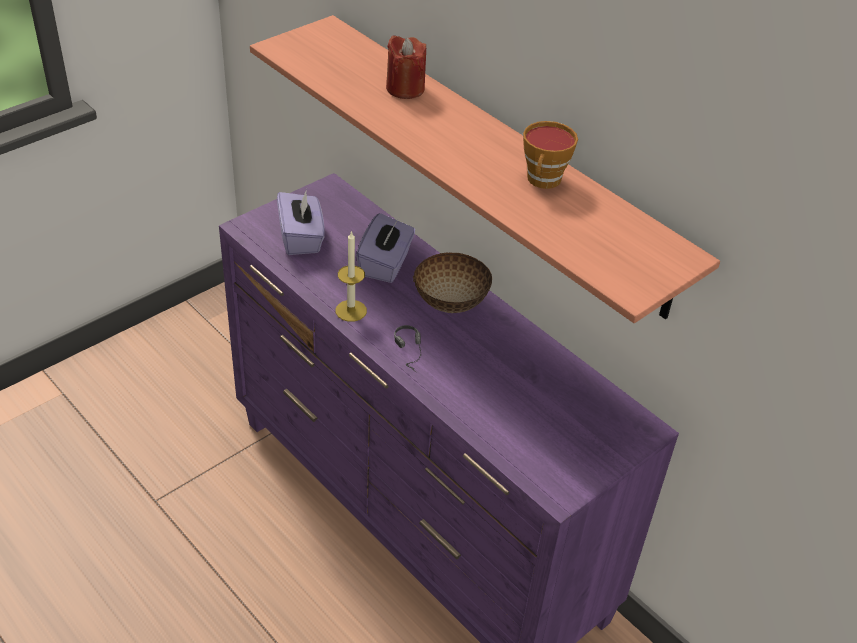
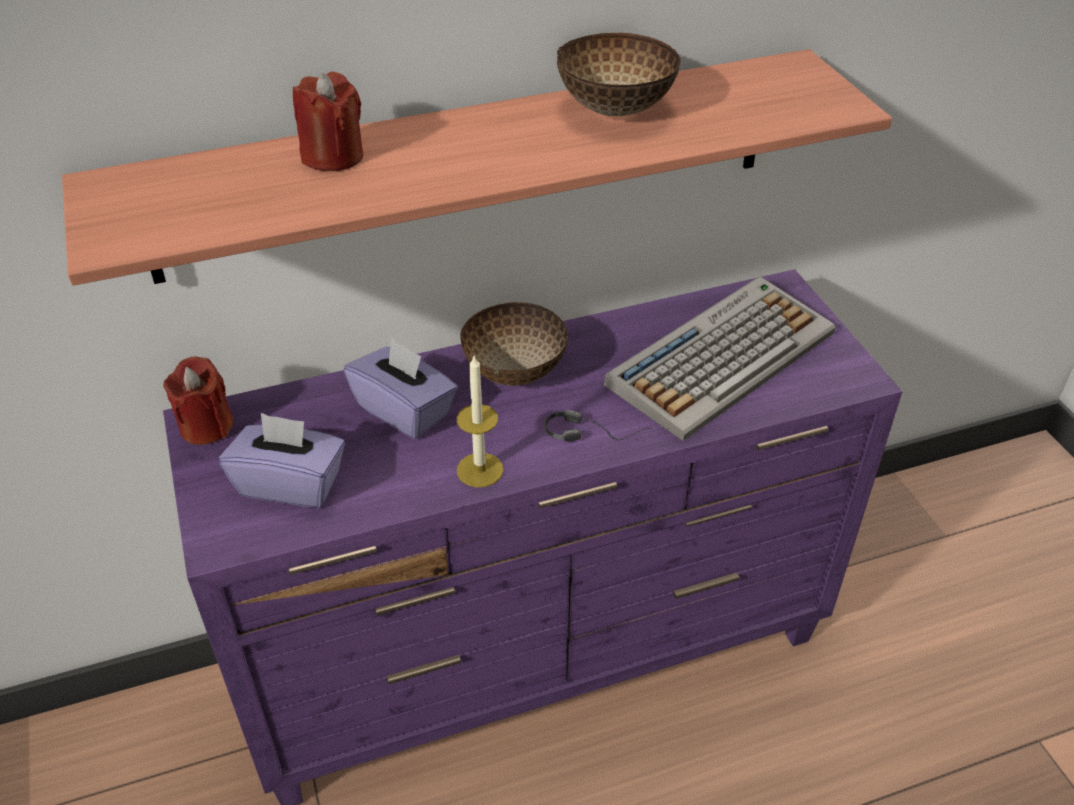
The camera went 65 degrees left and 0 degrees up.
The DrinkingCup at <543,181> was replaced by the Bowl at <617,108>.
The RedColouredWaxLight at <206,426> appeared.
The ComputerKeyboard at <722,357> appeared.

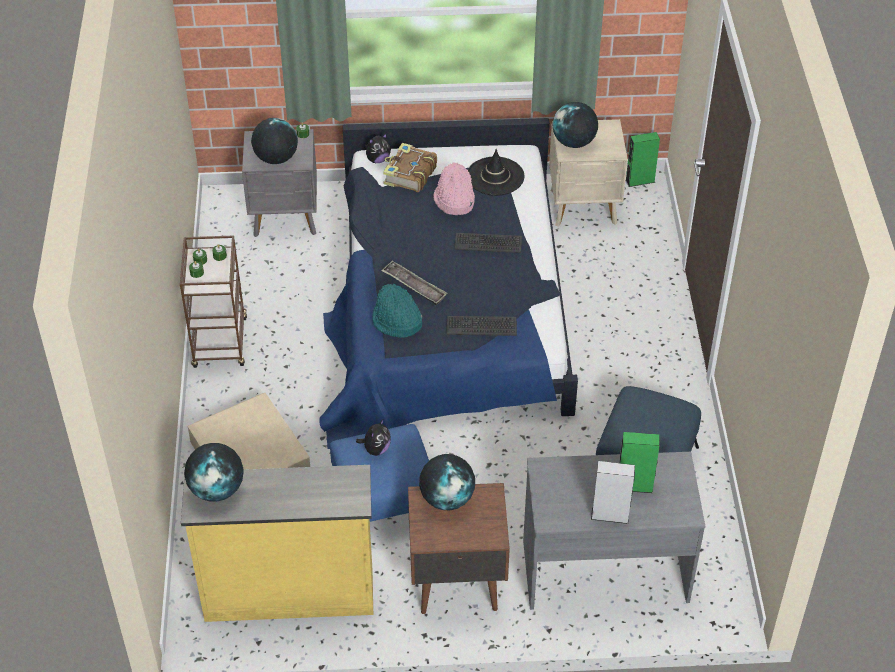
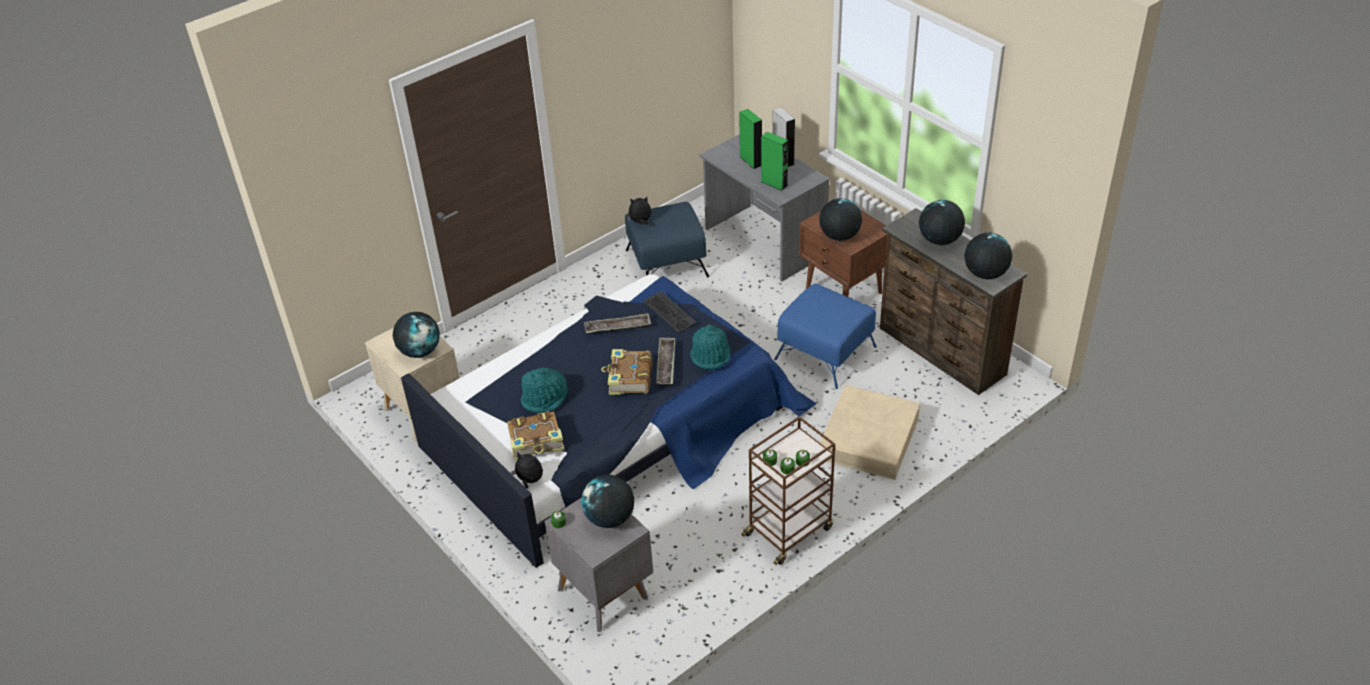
The camera went 125 degrees left and 5 degrees down.
The YellowColouredChestOfDrawers at <288,593> became the BrownColouredChestOfDrawers at <941,352>.
The SoftToy moved from <376,449> to <640,222>.
The PinkColouredHat at <454,200> became the BlueGreenHat at <545,398>.
The ComputerKeyboard at <488,243> disappeared.
The BlackHat at <495,176> disappeared.
The GreenColouredLoudspeaker moved from <640,181> to <774,184>.
The Tray at <618,327> appeared.
The BoundBook at <629,379> appeared.
The DeskGlobe at <939,240> appeared.

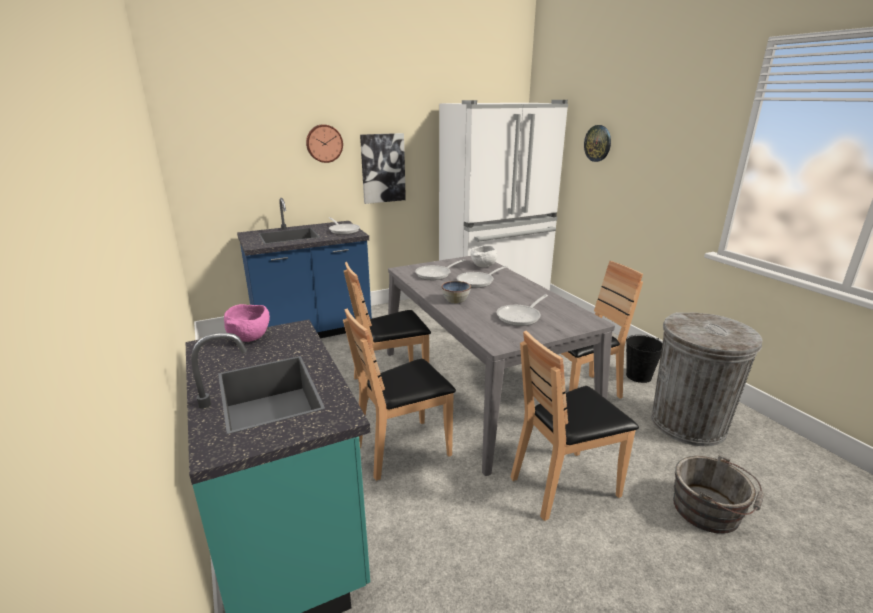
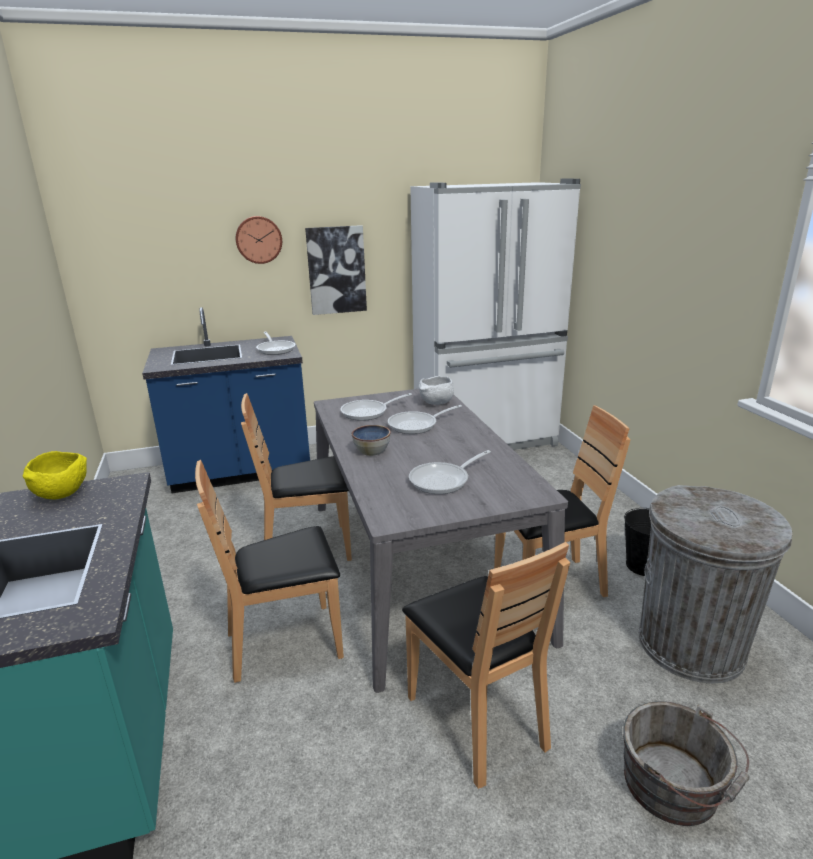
The camera went 10 degrees right and 0 degrees up.
The PinkColouredBowl at <250,338> became the YellowColouredBowl at <62,494>.
The BrownColouredPlainChair at <564,485> turned 105 degrees counterclockwise.
The WallClock at <598,143> disappeared.

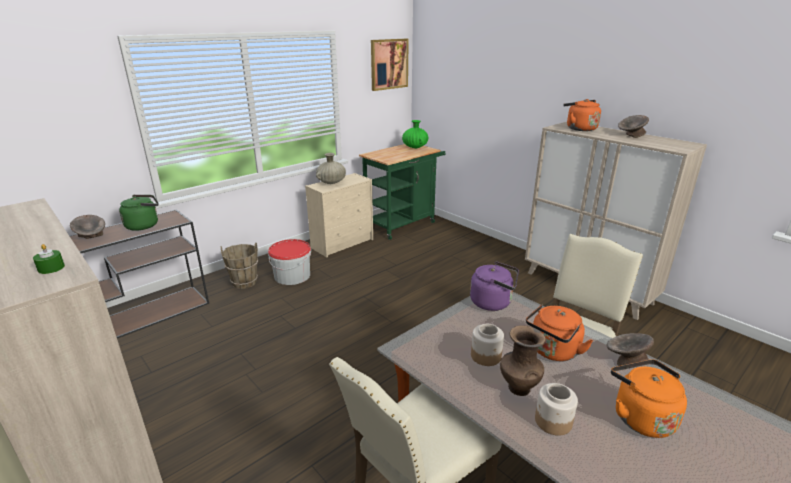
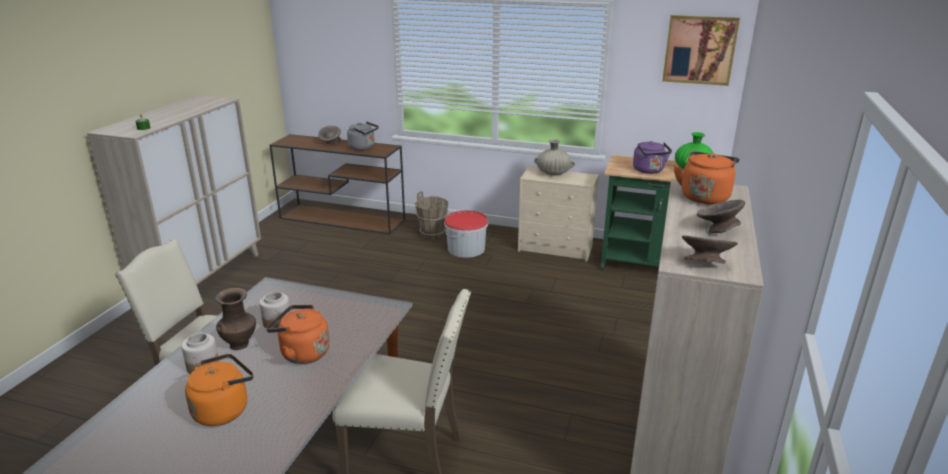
The camera went 60 degrees right and 0 degrees up.
The GreenColouredWaterKettle at <144,225> became the GrayWaterKettle at <363,148>.
The PurpleWaterKettle moved from <493,302> to <649,171>.
The GrayBowl moved from <625,360> to <704,263>.

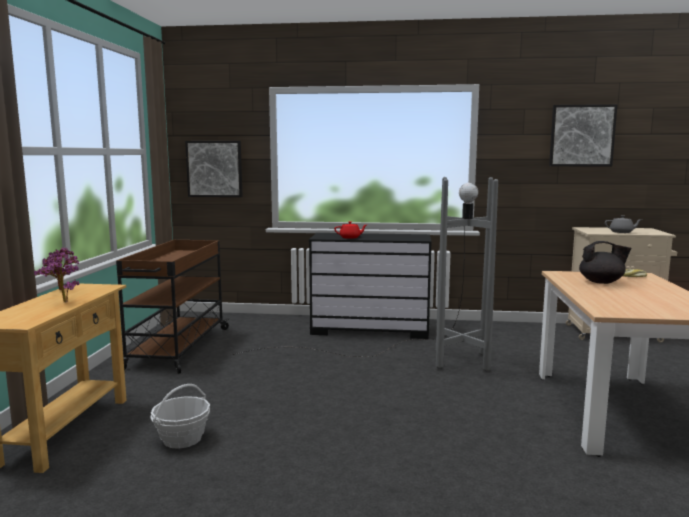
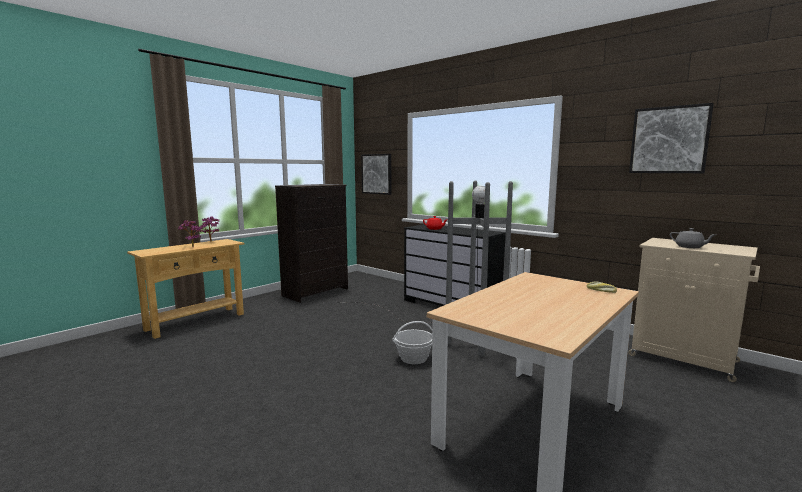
The camera went 35 degrees right and 0 degrees up.
The BrownColouredWheeledCart at <177,348> was replaced by the BlackChestOfDrawers at <316,292>.
The Basket moved from <182,439> to <413,358>.
The BlackTeapot at <602,282> disappeared.

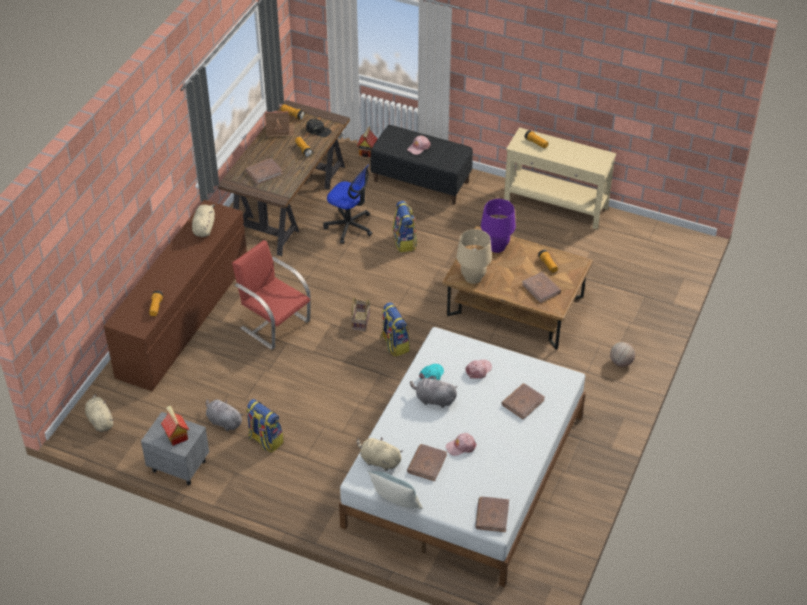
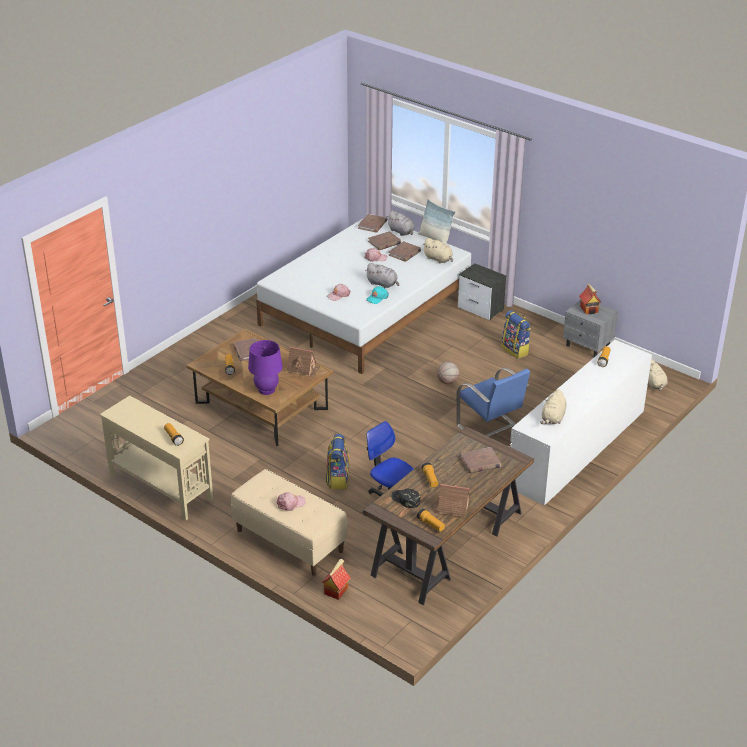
The camera went 165 degrees left and 10 degrees down.
The BrownColouredChestOfDrawers at <183,318> became the WhiteColouredChestOfDrawers at <578,448>.
The GraySoftToy moved from <223,421> to <401,232>.
The RedColouredPlainChair at <274,323> became the BluePlainChair at <490,429>.
The Basket at <360,320> disappeared.
The BlackLongSeat at <421,181> became the BeigeColouredLongSeat at <289,541>.
The Knapsack at <394,344> disappeared.
The BeigeColouredTabletopLamp at <473,277> was replaced by the ToyHouse at <303,369>.
The BrownColouredBoundBook moved from <522,402> to <384,242>.
The BallForBasketball moved from <621,362> to <447,382>.
The BedsideTable at <481,309> appeared.

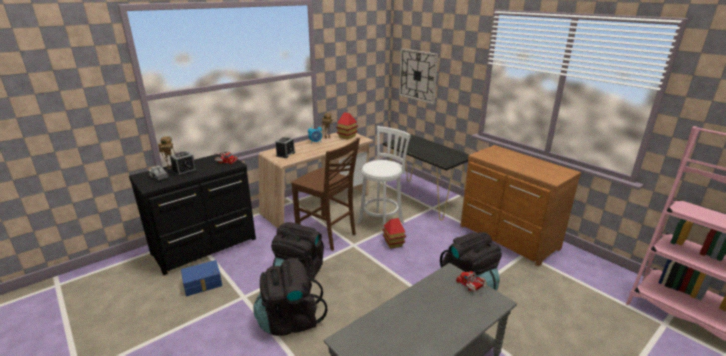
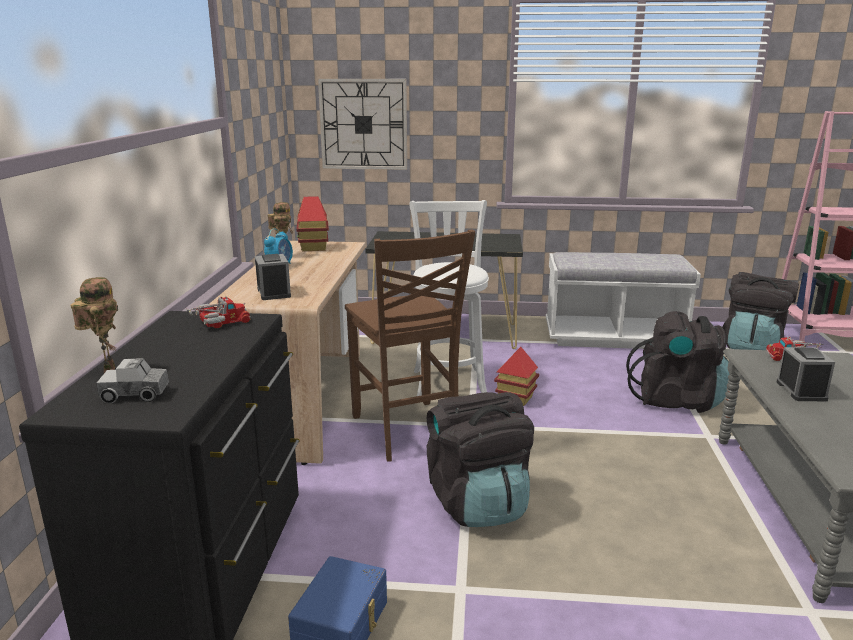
The camera went 45 degrees left and 5 degrees down.
The BedsideClock moved from <184,171> to <801,391>.
The BlackKnapsack moved from <290,321> to <752,347>.
The BrownColouredPlainChair at <327,234> turned 75 degrees clockwise.
The BrownColouredChestOfDrawers at <507,238> was replaced by the WhiteColouredLongSeat at <613,337>.

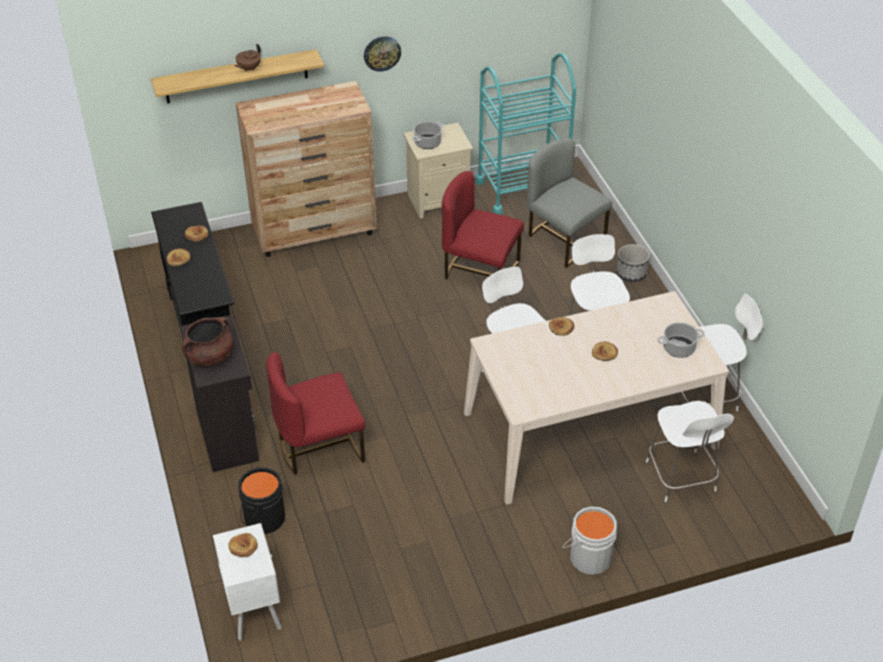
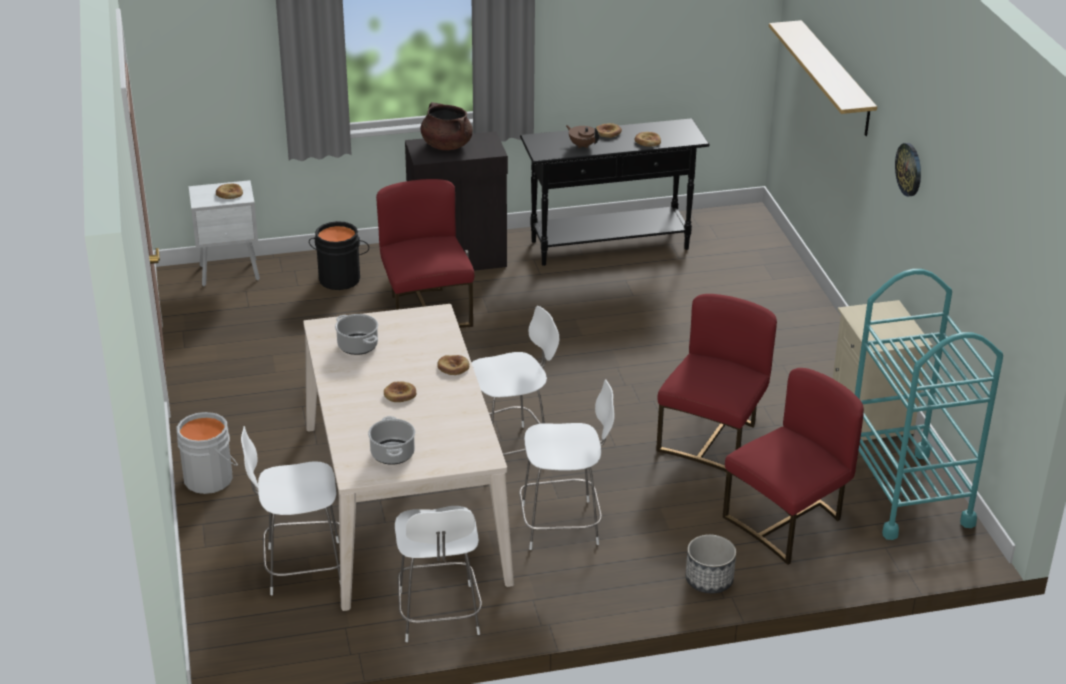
The camera went 95 degrees right and 10 degrees down.
The BrownColouredTeapot moved from <248,68> to <582,145>.
The BrownColouredChestOfDrawers at <315,231> disappeared.
The Stockpot moved from <427,143> to <357,345>.
The GrayPlainChair at <564,240> became the RedColouredPlainChair at <787,522>.

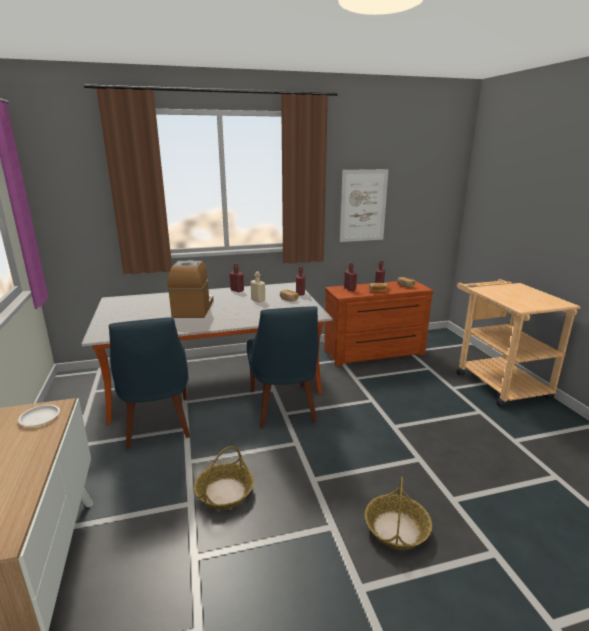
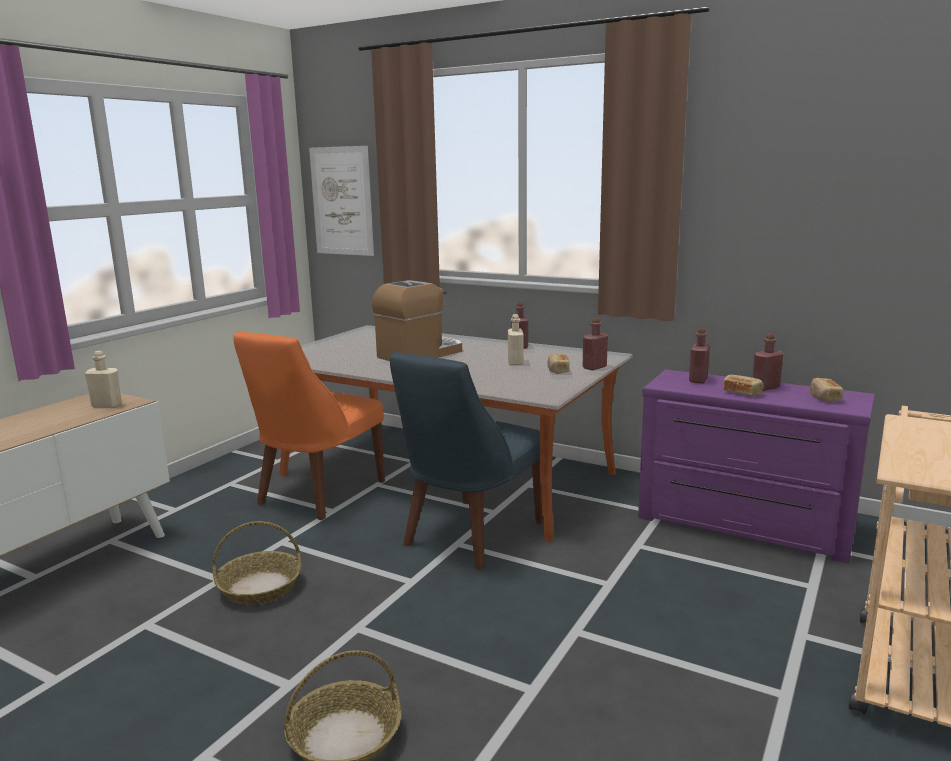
The camera went 45 degrees right and 5 degrees down.
The WhiteColouredPlate at <40,418> was replaced by the BeigeColouredBottle at <106,405>.
The BluePlainChair at <157,424> became the OrangePlainChair at <317,494>.
The BrownColouredChestOfDrawers at <375,353> became the PurpleChestOfDrawers at <743,525>.
The WallArt moved from <363,206> to <342,201>.

